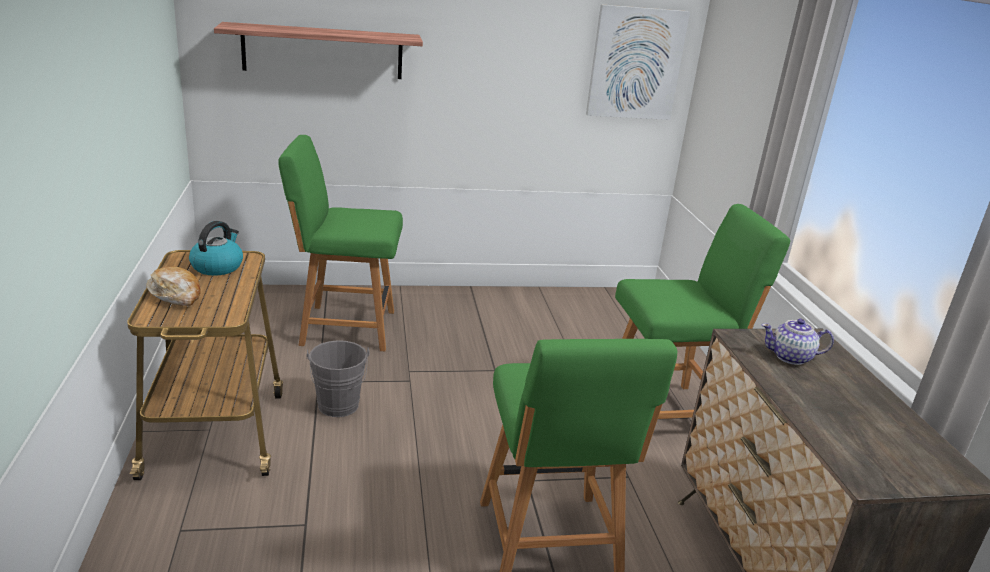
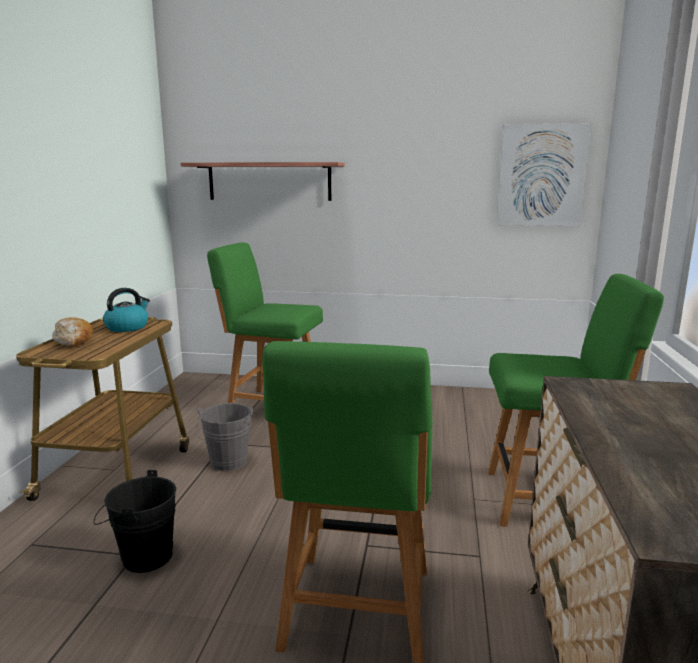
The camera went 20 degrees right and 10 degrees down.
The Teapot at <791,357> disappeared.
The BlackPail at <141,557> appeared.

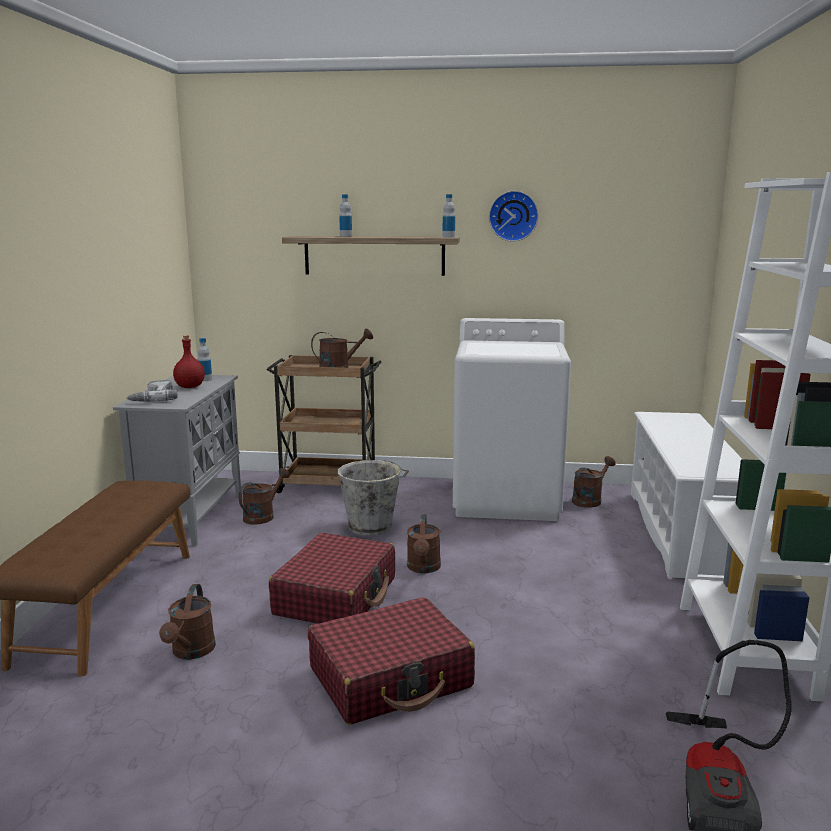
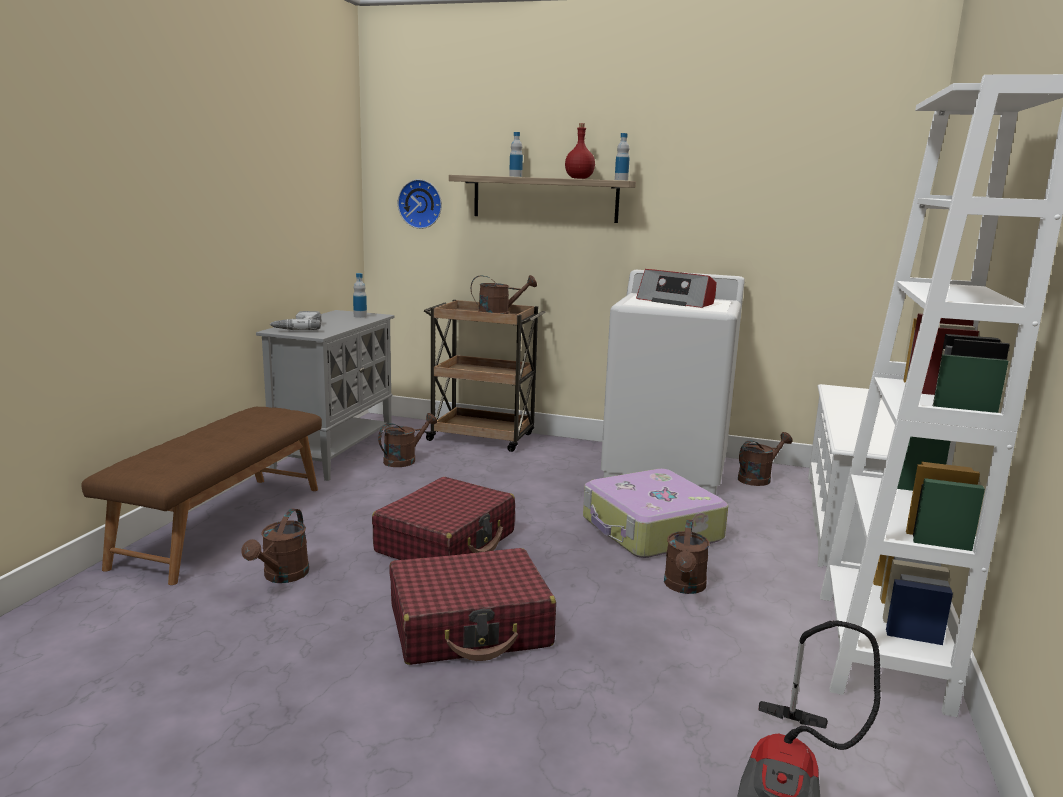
The camera went 10 degrees right and 0 degrees up.
The RedColouredBottle moved from <189,387> to <578,178>.
The GrayPail at <372,527> disappeared.
The BrownColouredWateringCan moved from <423,568> to <684,587>.
The WallClock moved from <513,216> to <421,204>.
The PieceOfLuggage at <650,530> appeared.
The RadioSet at <676,302> appeared.

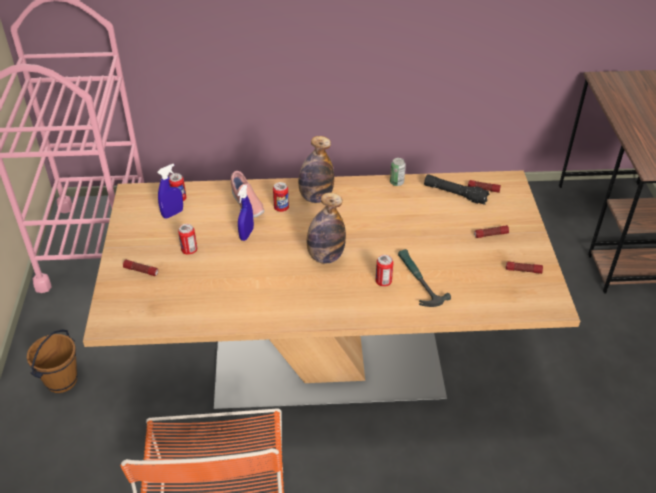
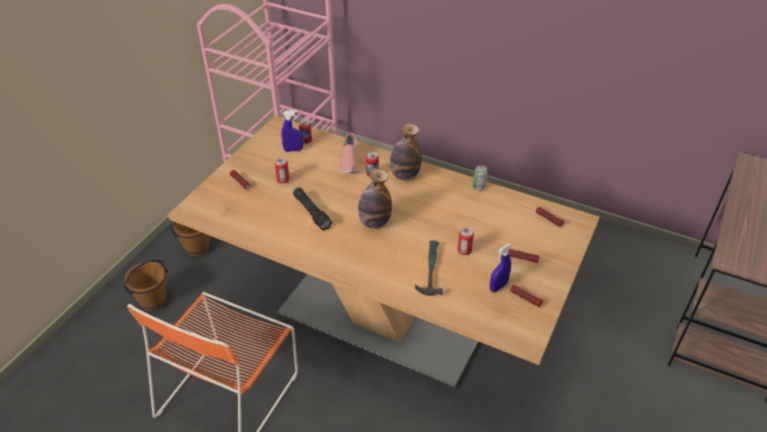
The camera went 30 degrees right and 0 degrees up.
The BlueSprayer moved from <246,234> to <498,287>.
The MetalCan moved from <383,282> to <464,251>.
The BlackTorch moved from <455,194> to <311,213>.
The BrownColouredPail at <153,301> appeared.

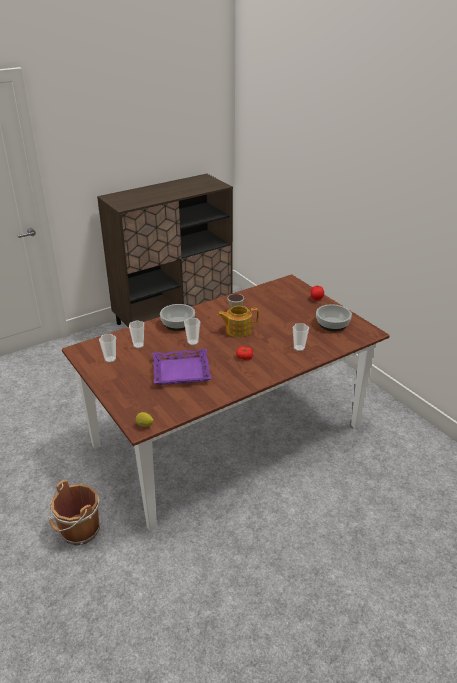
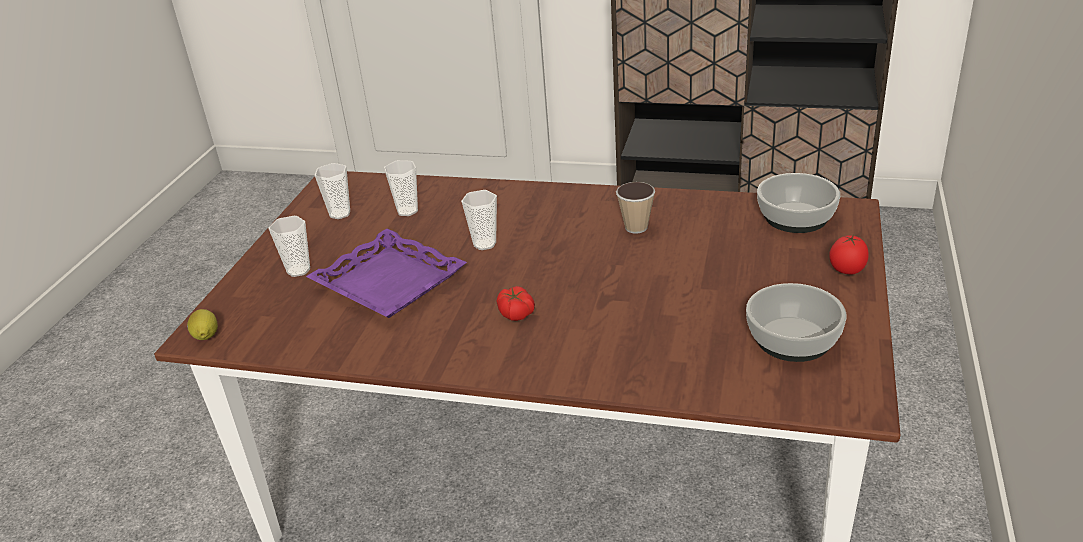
The camera went 50 degrees right and 0 degrees up.
The BrownColouredPail at <79,531> disappeared.
The Bowl moved from <178,323> to <796,217>.
The Teapot at <238,330> disappeared.
The DrinkingCup moved from <299,348> to <298,270>.

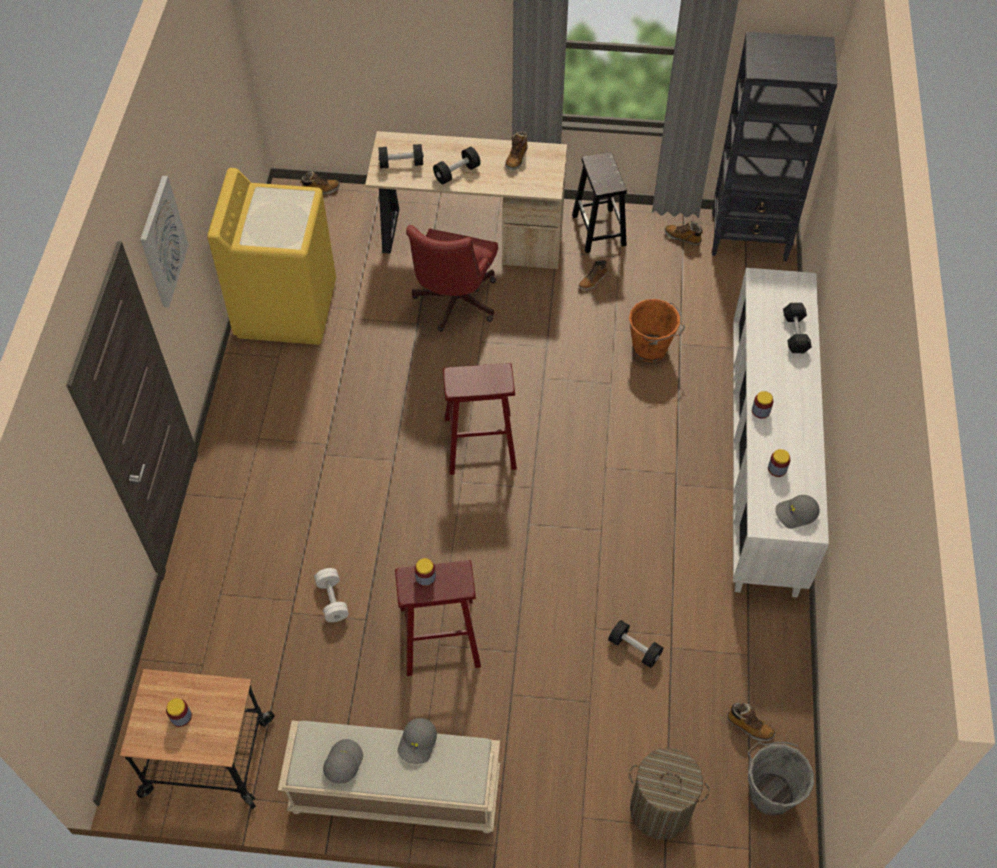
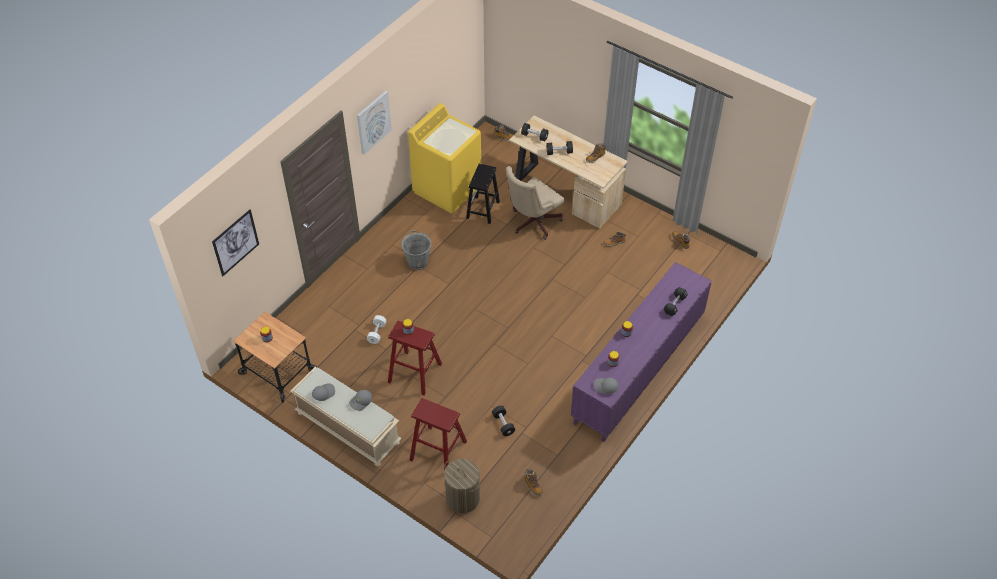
The camera went 30 degrees right and 5 degrees down.
The RedColouredOfficeChair at <453,304> became the BeigeColouredOfficeChair at <532,223>.
The RedColouredStool moved from <480,443> to <438,450>.
The BlackStool moved from <599,231> to <483,210>.
The OrangePail at <651,349> disappeared.
The BlackShelvingUnit at <750,237> disappeared.
The WhiteColouredCabinet at <764,459> became the PurpleCabinet at <638,370>.
The GrayPail moved from <769,793> to <417,261>.
The WallArt at <235,242> appeared.

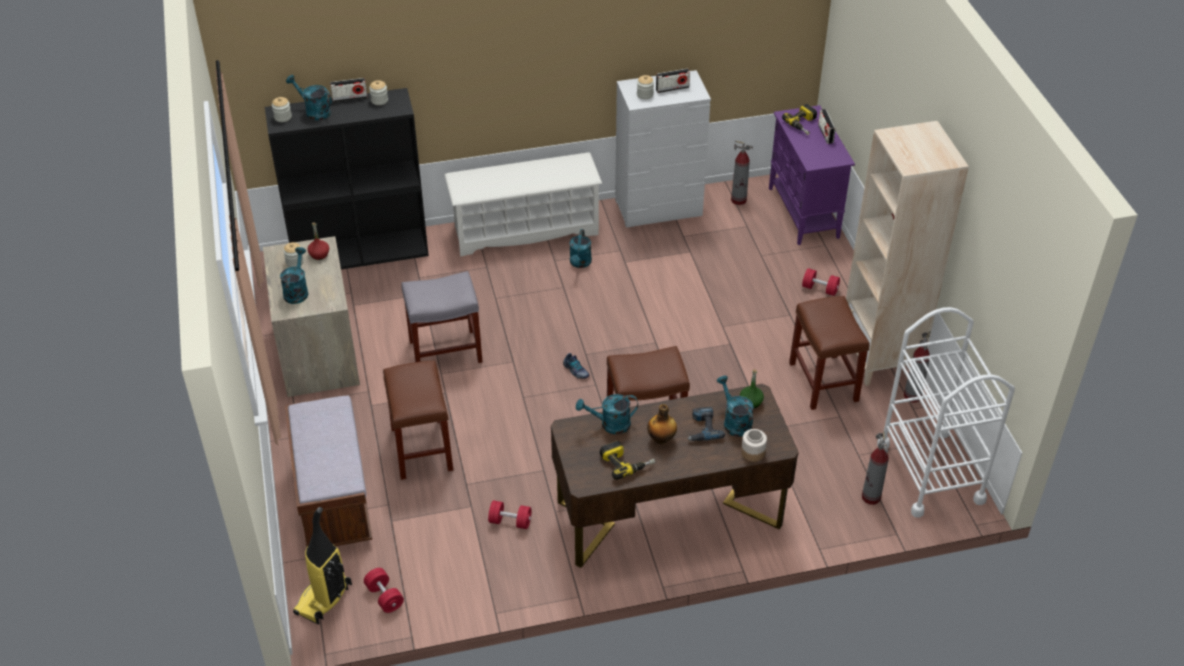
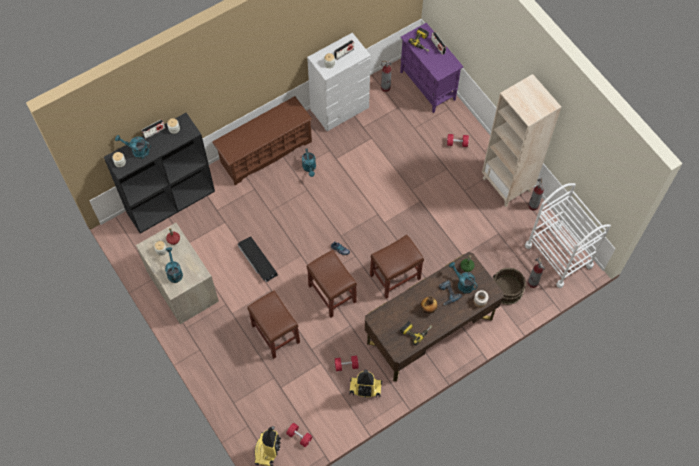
The camera went 20 degrees left and 20 degrees up.
The BrownColouredLongSeat at <333,499> disappeared.
The GrayStool at <444,352> was replaced by the BlackStorageBin at <257,261>.
The WhiteColouredShoeStand at <525,230> became the BrownColouredShoeStand at <265,152>.
The BlueGreenWateringCan at <610,424> disappeared.
The BrownColouredStool moved from <822,381> to <331,293>.
The VacuumCleaner at <365,389> appeared.
The BrownColouredPail at <506,290> appeared.

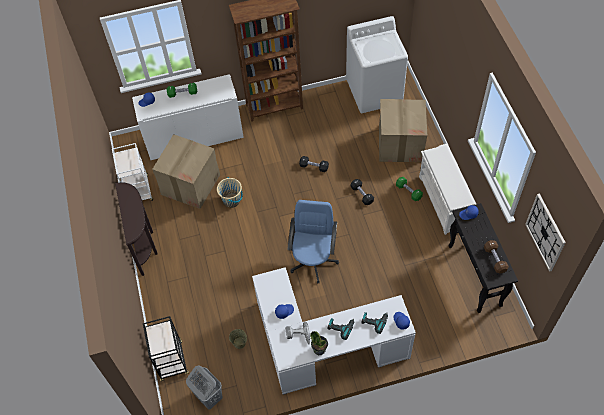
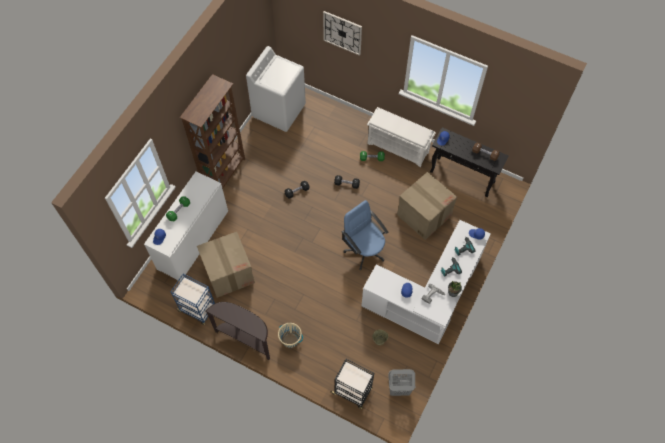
The camera went 50 degrees left and 5 degrees up.
The WhiteColouredWheeledCart at <139,191> became the BlueWheeledCart at <198,309>.
The BeigeColouredPail moved from <232,200> to <290,340>.
The PackingBox moved from <400,143> to <423,215>.
The WallClock moved from <545,232> to <342,33>.

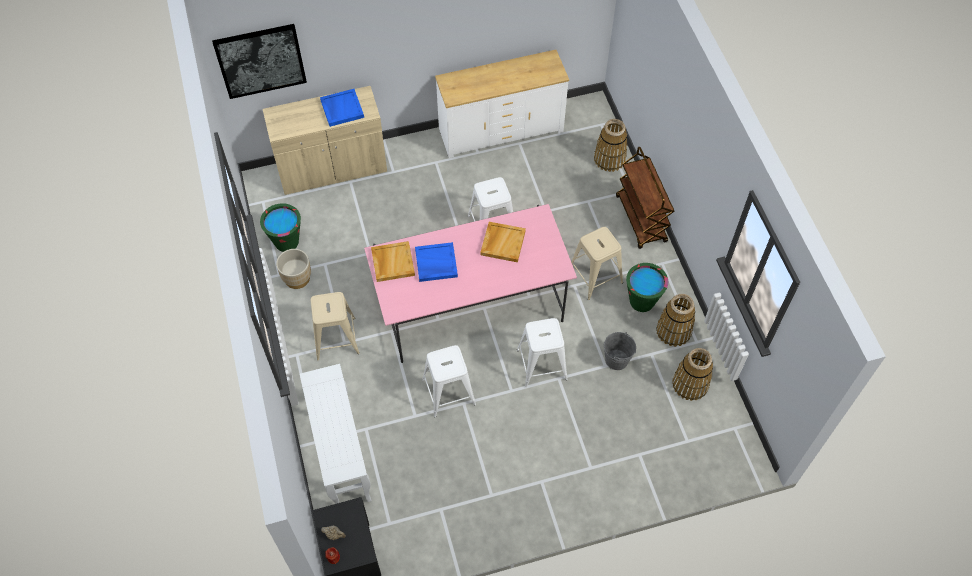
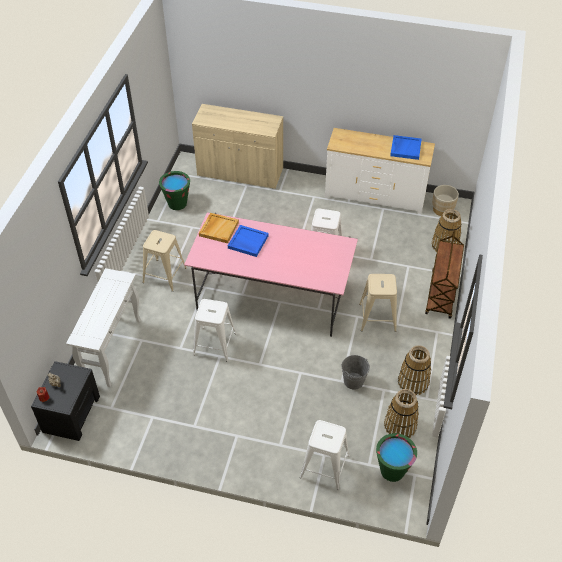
The camera went 30 degrees right and 10 degrees down.
The WallArt at <260,60> disappeared.
The BeigeColouredFlowerPot moved from <297,278> to <442,209>.
The BlueTray moved from <341,108> to <405,148>.
The BeigeColouredTray at <502,242> disappeared.
The WhiteColouredStool moved from <542,364> to <325,466>.
The GreenColouredPail moved from <642,301> to <392,470>.

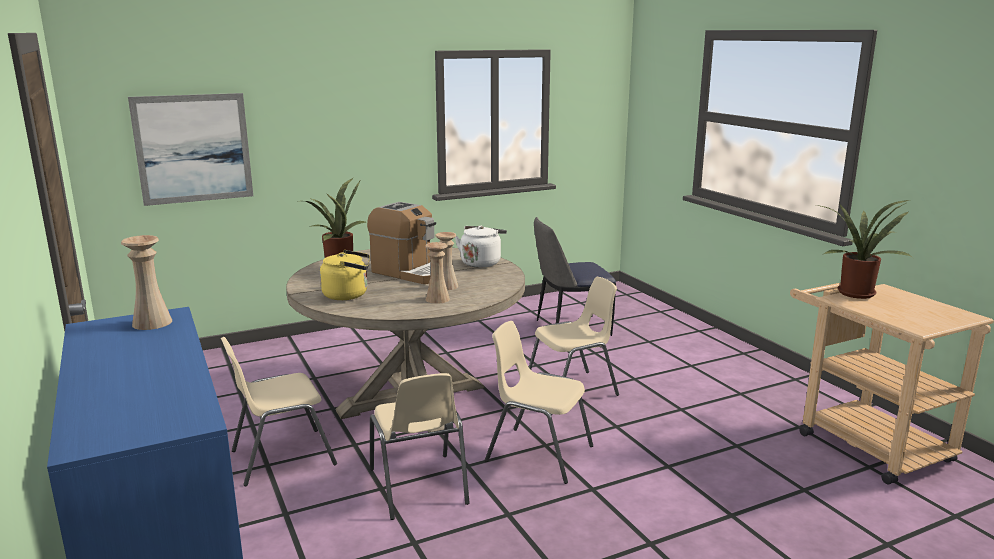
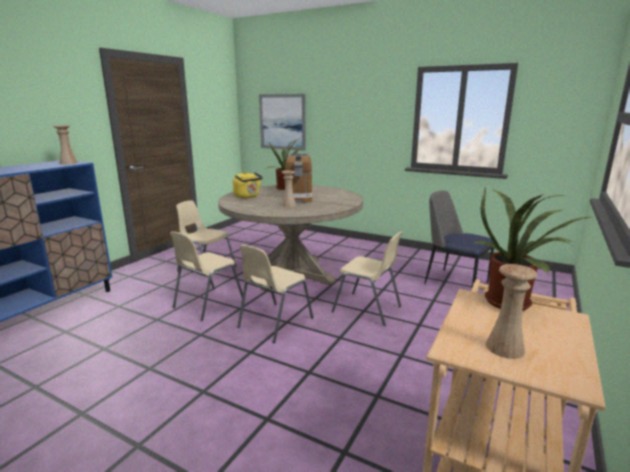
The camera went 55 degrees right and 0 degrees up.
The BeigeColouredDecorativeVase moved from <437,299> to <505,348>.
The WhiteColouredWaterKettle at <481,262> disappeared.
The BeigeColouredPlainChair at <538,453> turned 135 degrees counterclockwise.

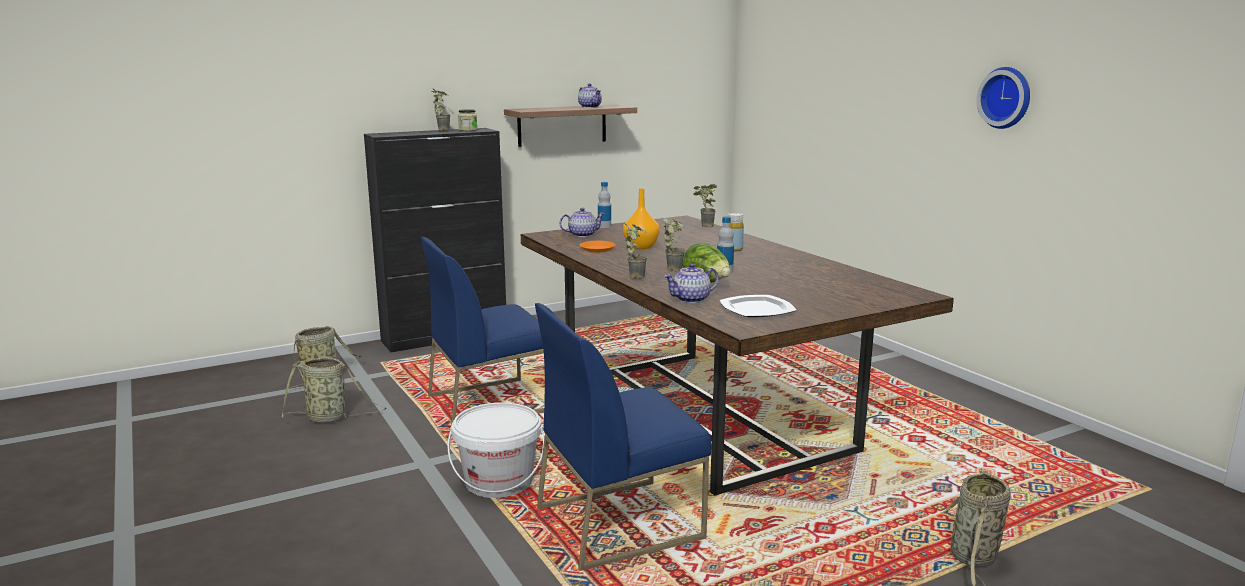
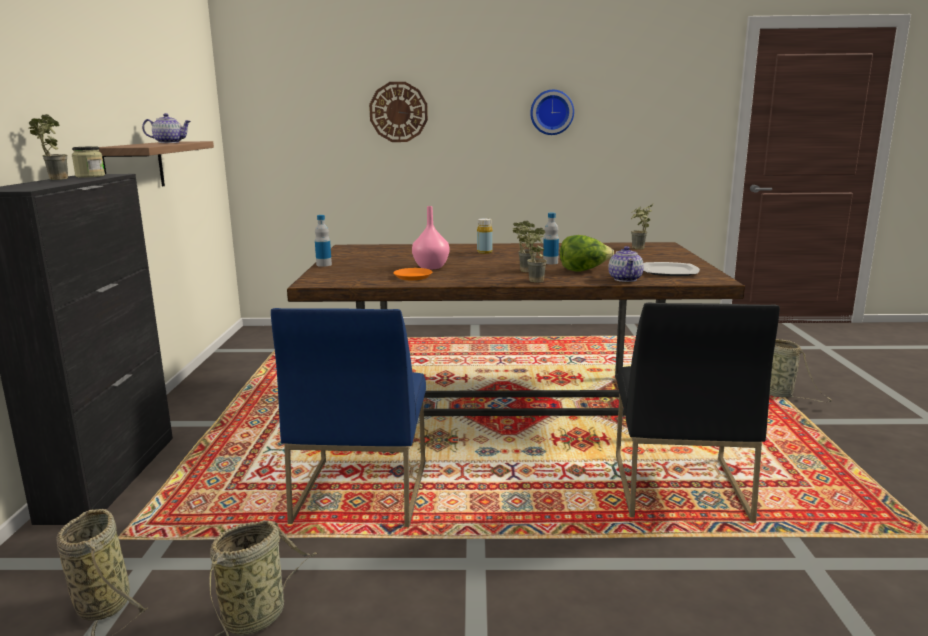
The camera went 60 degrees left and 0 degrees up.
The WhiteColouredPail at <499,482> disappeared.
The BluePlainChair at <619,522> became the BlackPlainChair at <677,486>.
The Teapot at <582,235> disappeared.
The OrangeDecorativeVase at <641,247> became the PinkColouredDecorativeVase at <431,267>.
The PlantInAPot moved from <704,226> to <638,249>.
The WallClock at <398,112> appeared.

